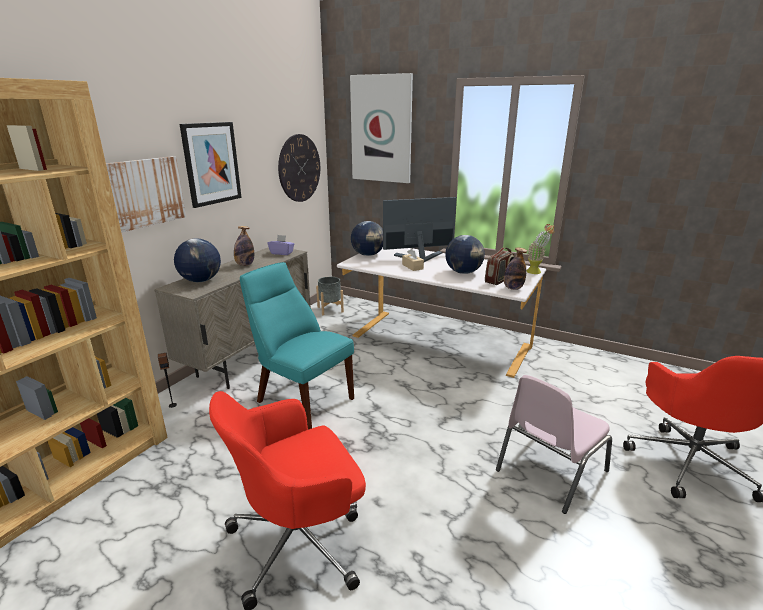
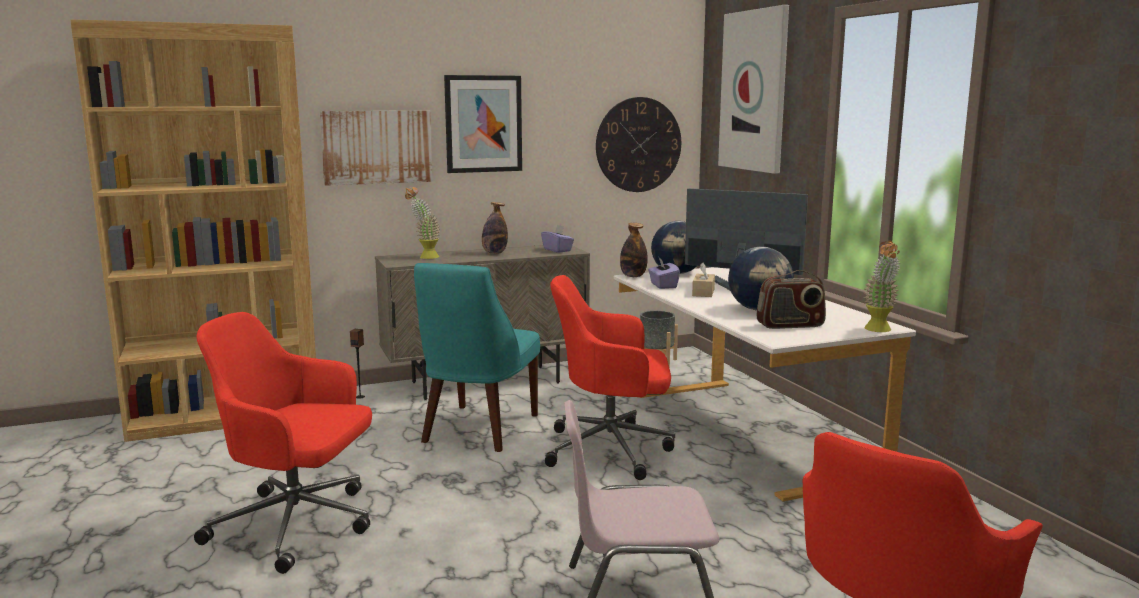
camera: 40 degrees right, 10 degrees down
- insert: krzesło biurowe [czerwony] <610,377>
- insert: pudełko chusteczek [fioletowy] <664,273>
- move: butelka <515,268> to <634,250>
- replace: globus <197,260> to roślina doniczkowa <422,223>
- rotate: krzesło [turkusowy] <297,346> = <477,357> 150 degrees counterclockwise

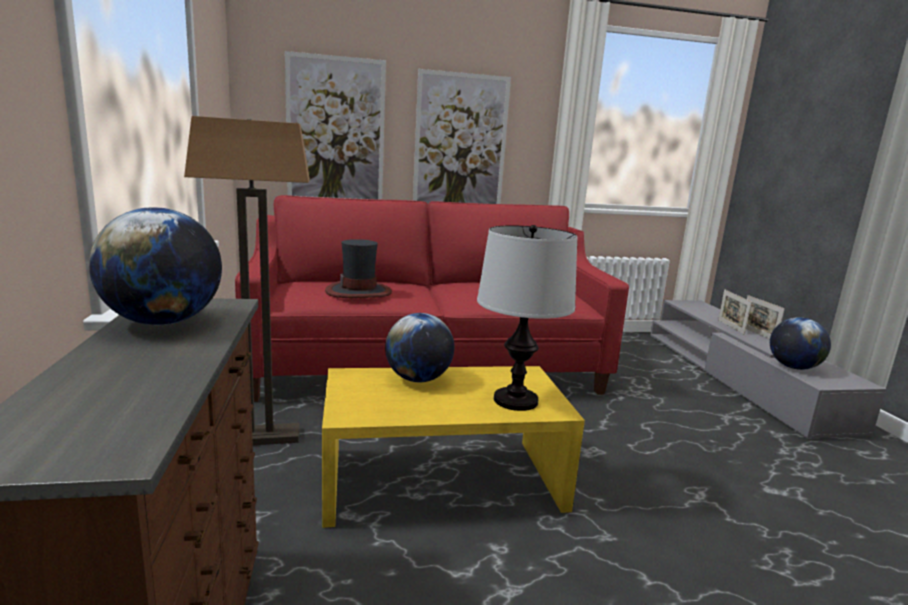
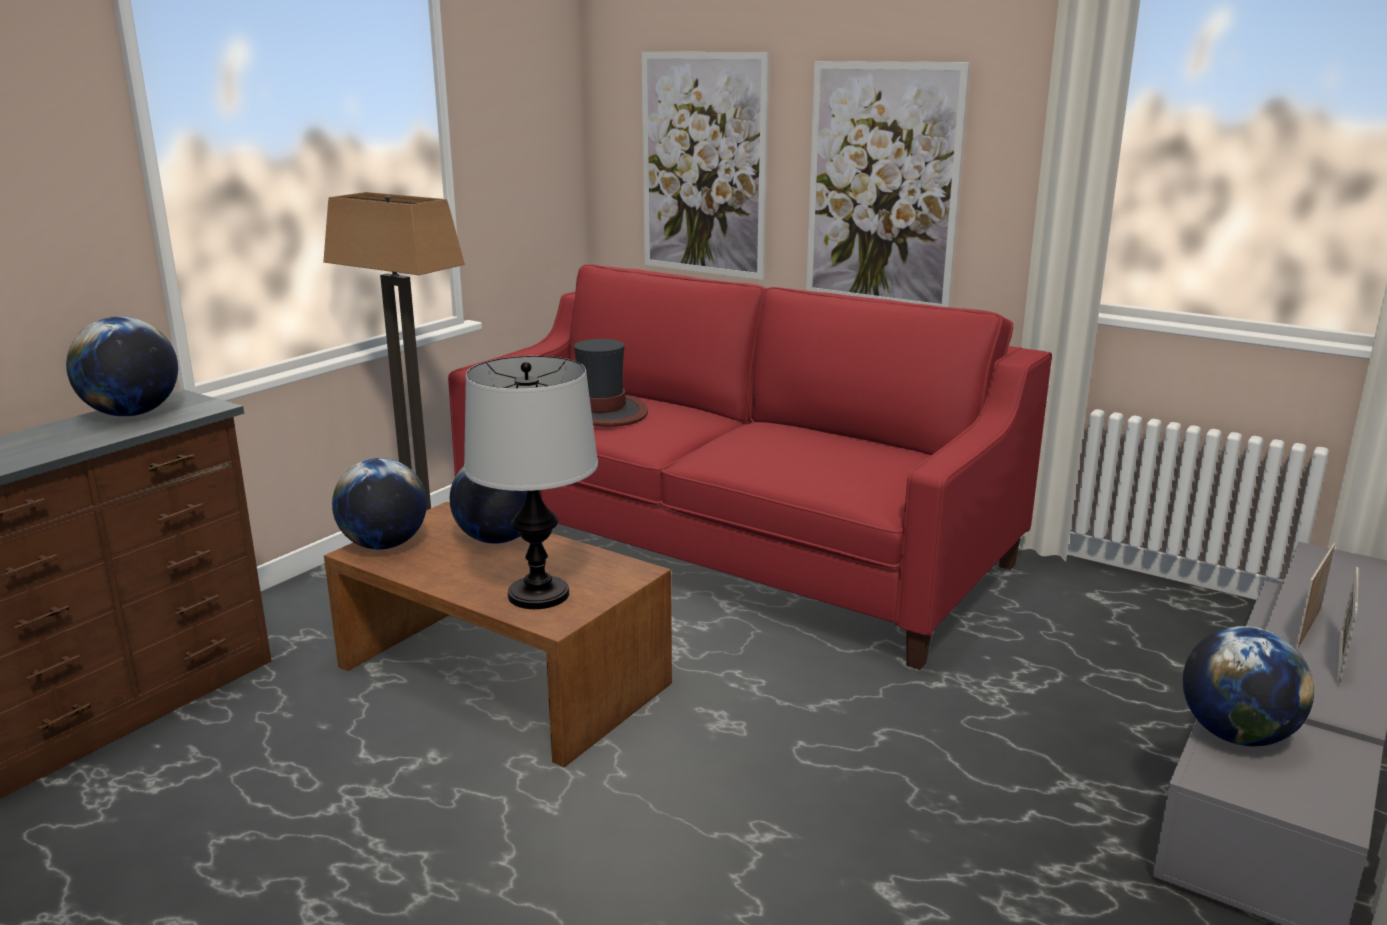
camera: 45 degrees right, 5 degrees up
- insert: globus <379,504>
- recolor: ława [żółty] <453,447> to ława [brązowy] <498,634>

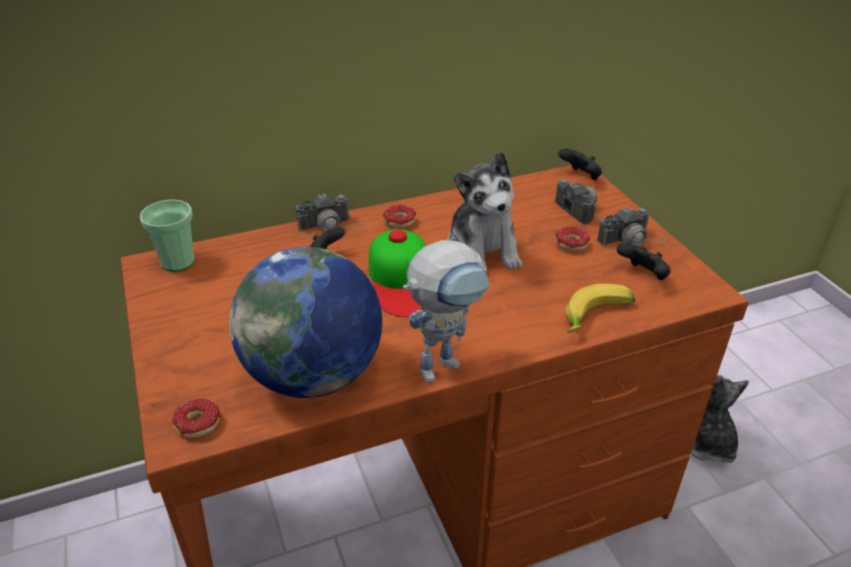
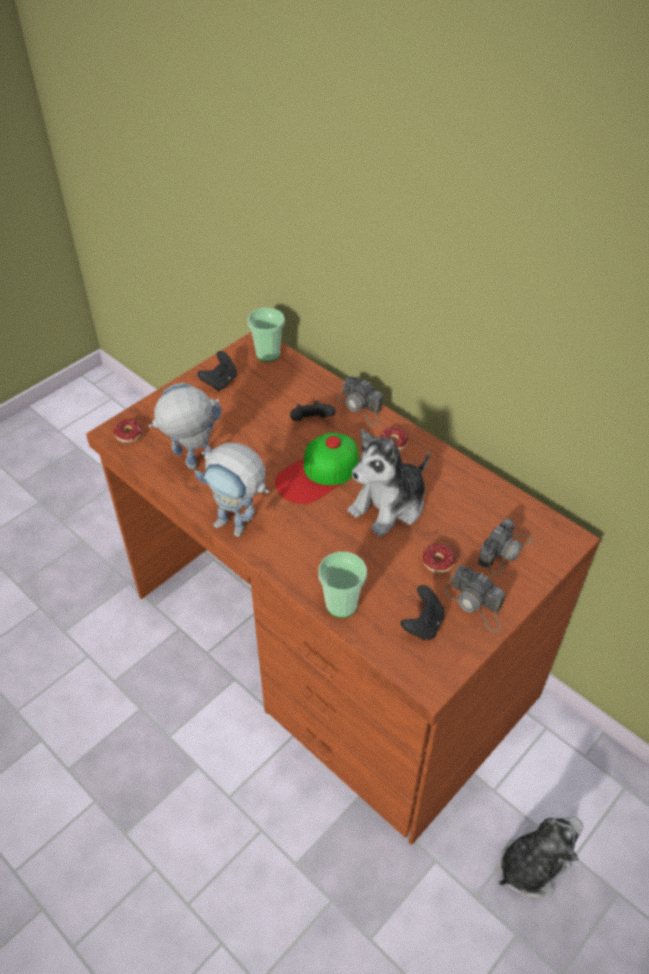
camera: 65 degrees right, 10 degrees up
- move: pad do gier [czarny] <580,164> to <217,371>
- replace: globus <305,322> to robot zabawkowy <185,426>
- replace: banan <600,308> to filiżanka <342,585>

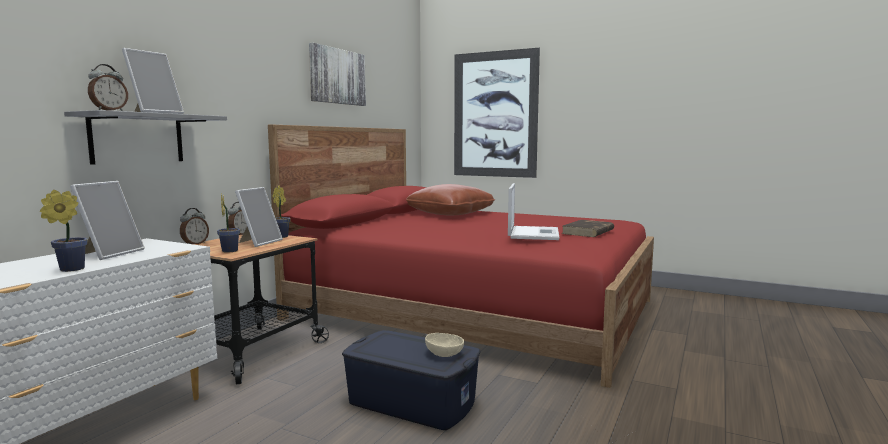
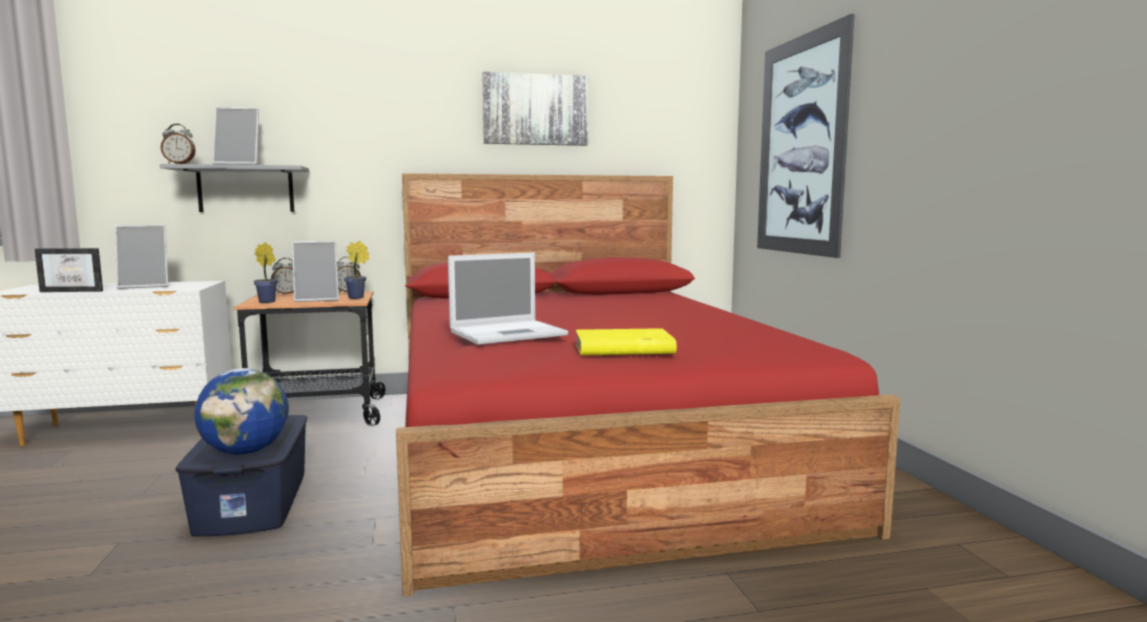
camera: 50 degrees right, 0 degrees up
- delete: poduszka [brązowy] <450,199>
- replace: roślina doniczkowa <63,231> to ramka na zdjęcie <69,270>
- replace: miska [beżowy] <444,345> to globus <241,411>
- recolor: książka [brązowy] <588,228> to książka [żółty] <626,341>

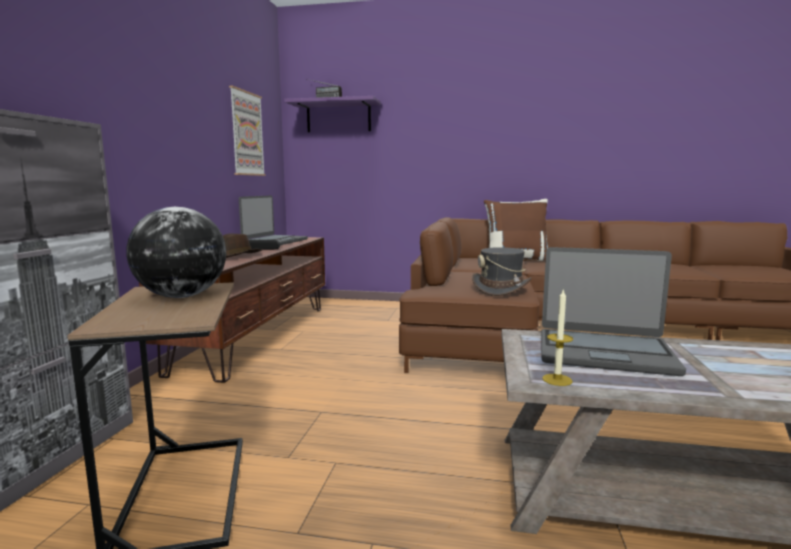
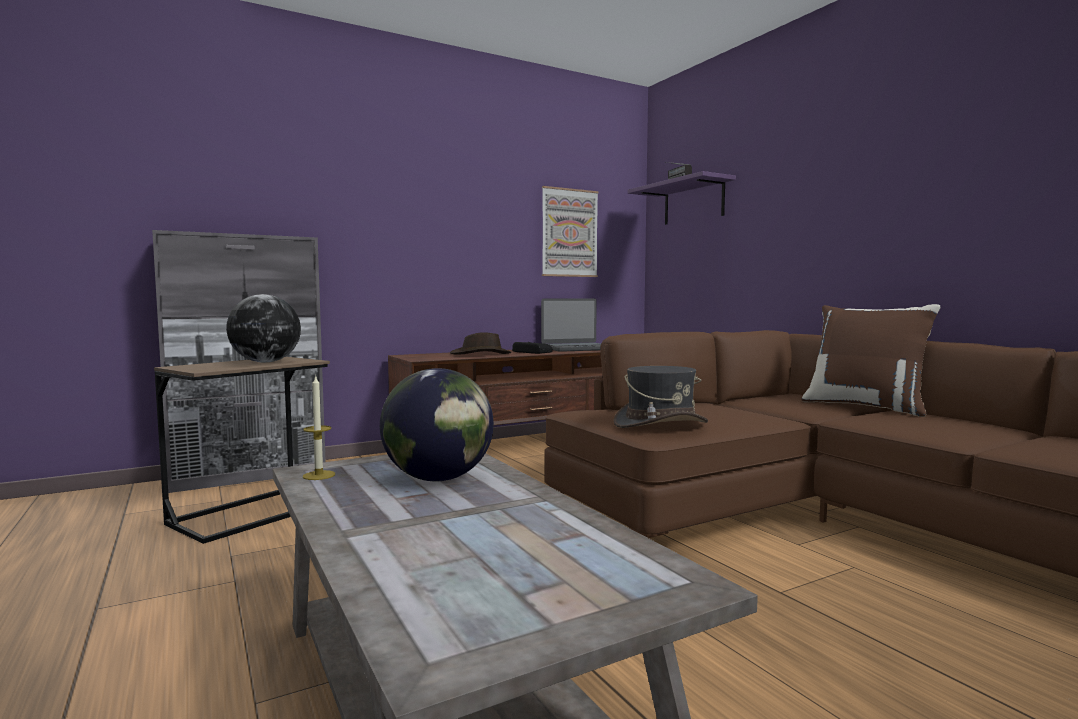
camera: 50 degrees right, 5 degrees down
- replace: laptop <613,311> to globus <437,424>

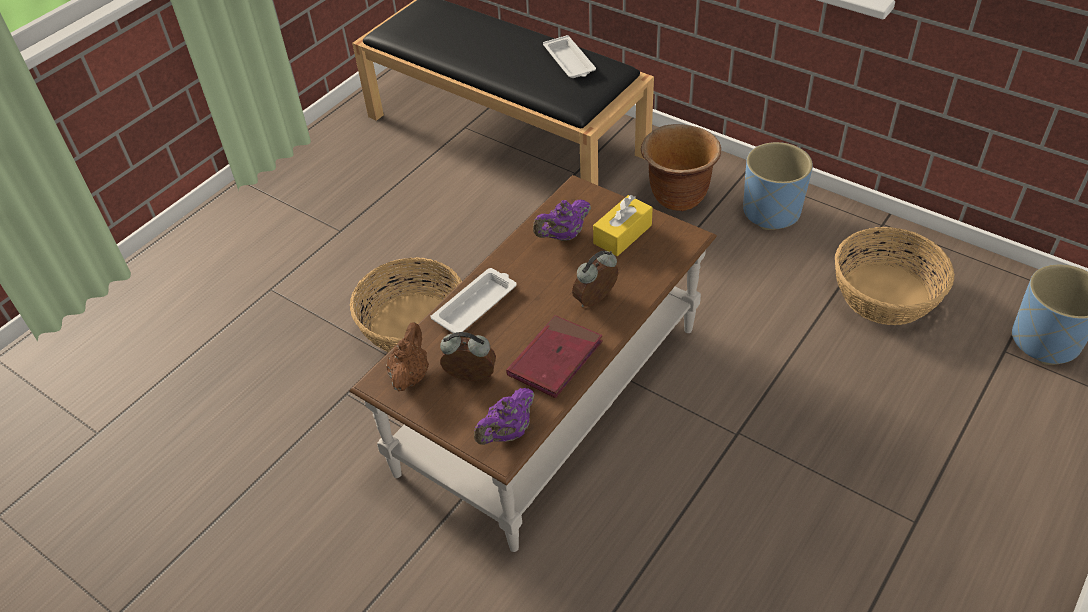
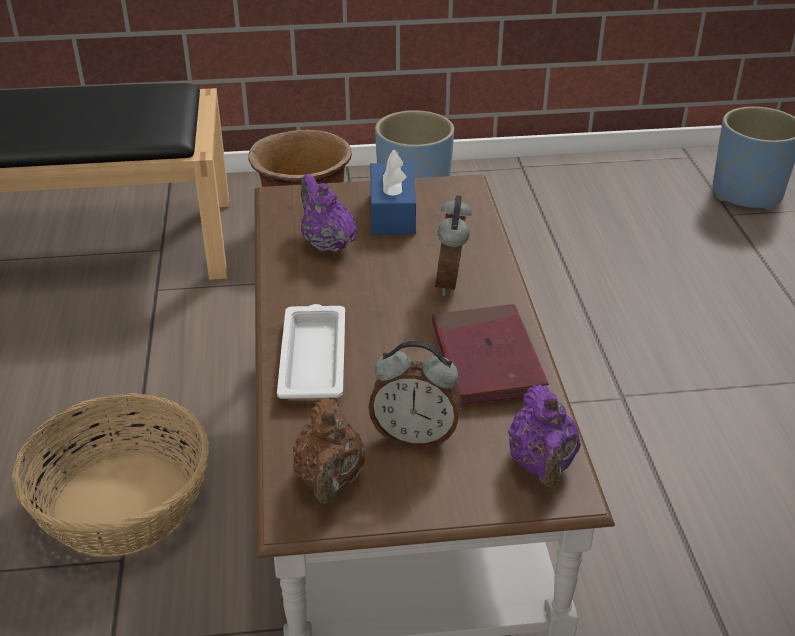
camera: 45 degrees left, 10 degrees down
- delete: taca [biały] <569,56>
- delete: koszyk <895,276>
- recolor: pudełko chusteczek [żółty] <623,225> to pudełko chusteczek [niebieski] <393,192>
- rotate: imbryk [brązowy] <407,356> = <329,450> 150 degrees counterclockwise
- rotate: budzik <468,356> = <415,395> 135 degrees counterclockwise
- rotate: imbryk [fioletowy] <562,220> = <329,213> 135 degrees clockwise

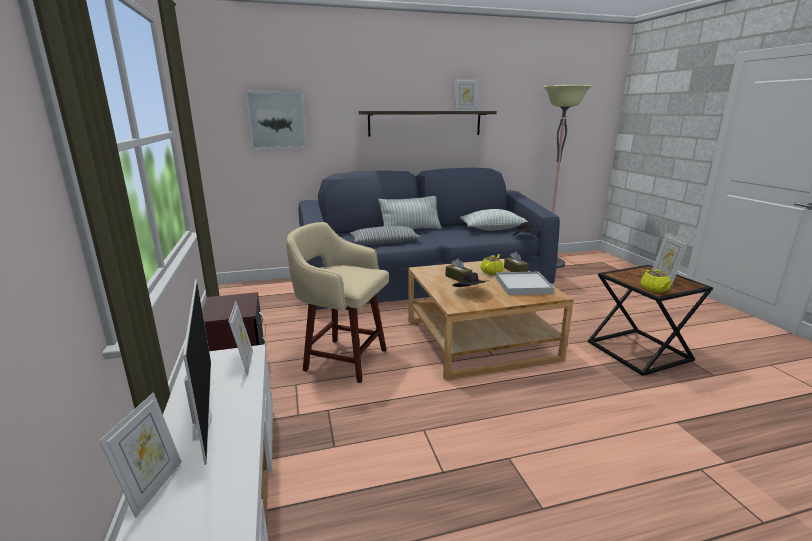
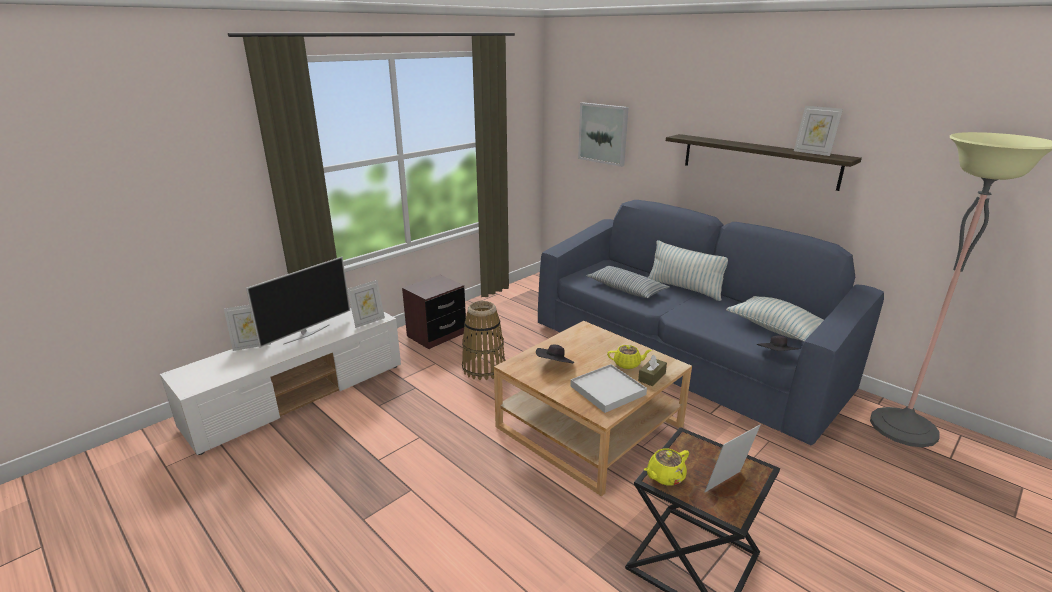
camera: 60 degrees right, 5 degrees up
- delete: pudełko chusteczek [brązowy] <459,270>
- replace: stołek [beżowy] <337,302> to koszyk <484,340>

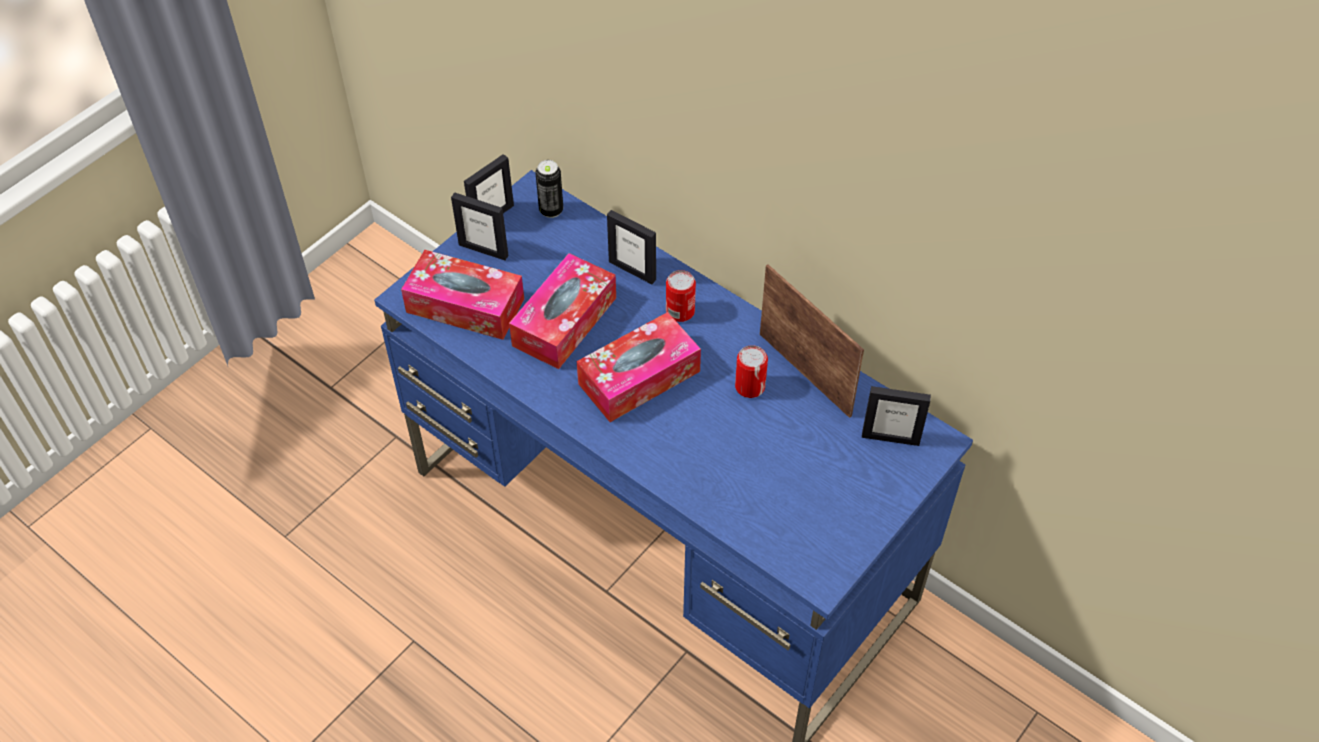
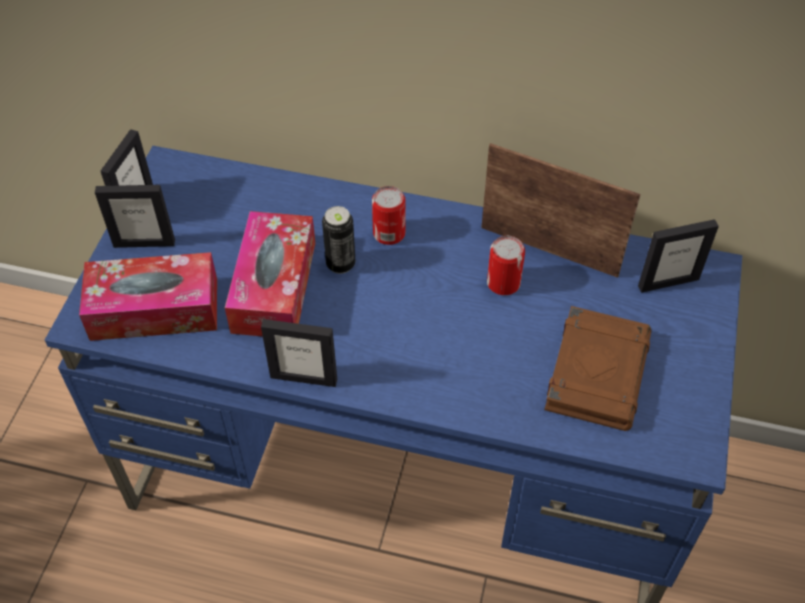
camera: 25 degrees left, 0 degrees up
- delete: pudełko chusteczek <639,367>
- insert: książka [brązowy] <597,368>
- move: puszka <549,189> to <338,240>
- move: ramka na zdjęcie <631,247> to <299,353>

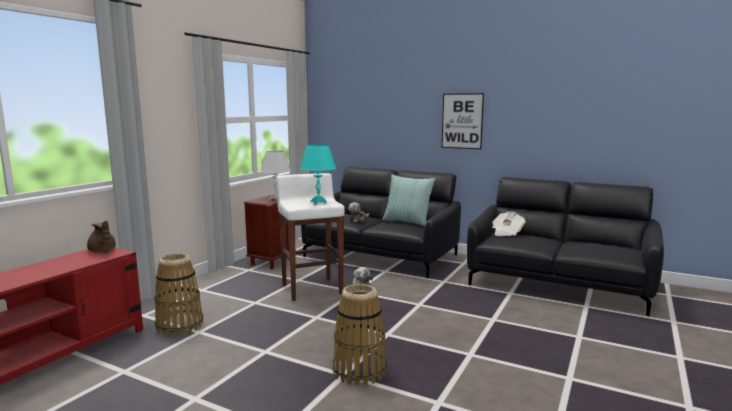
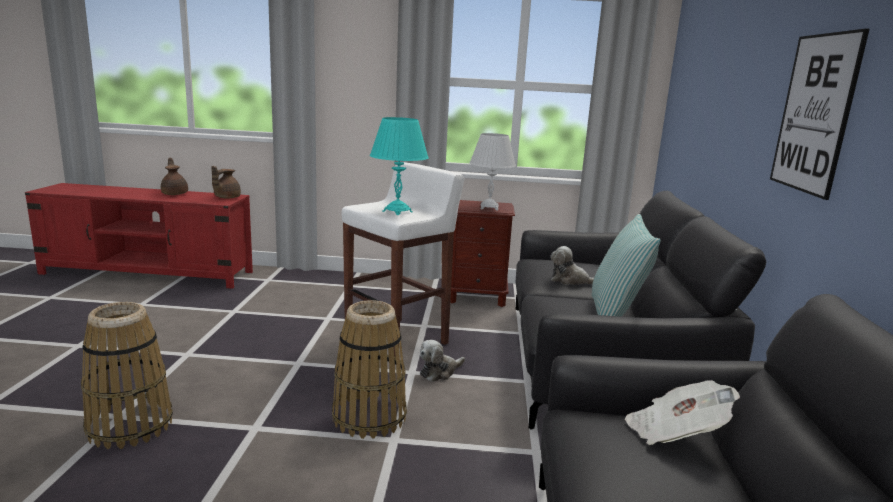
camera: 65 degrees right, 5 degrees up
- insert: imbryk [brązowy] <174,176>
- move: koszyk <178,294> to <369,369>

